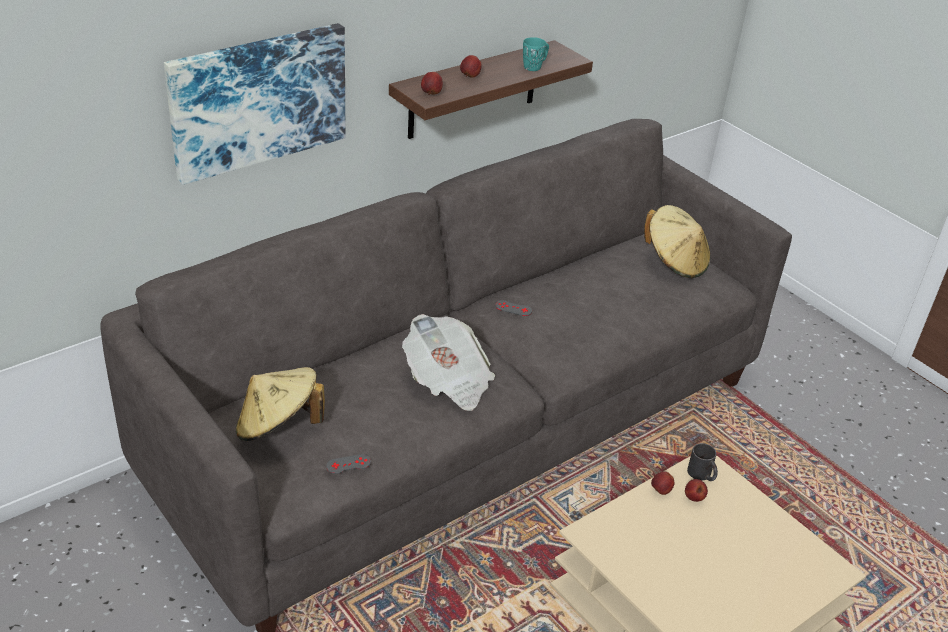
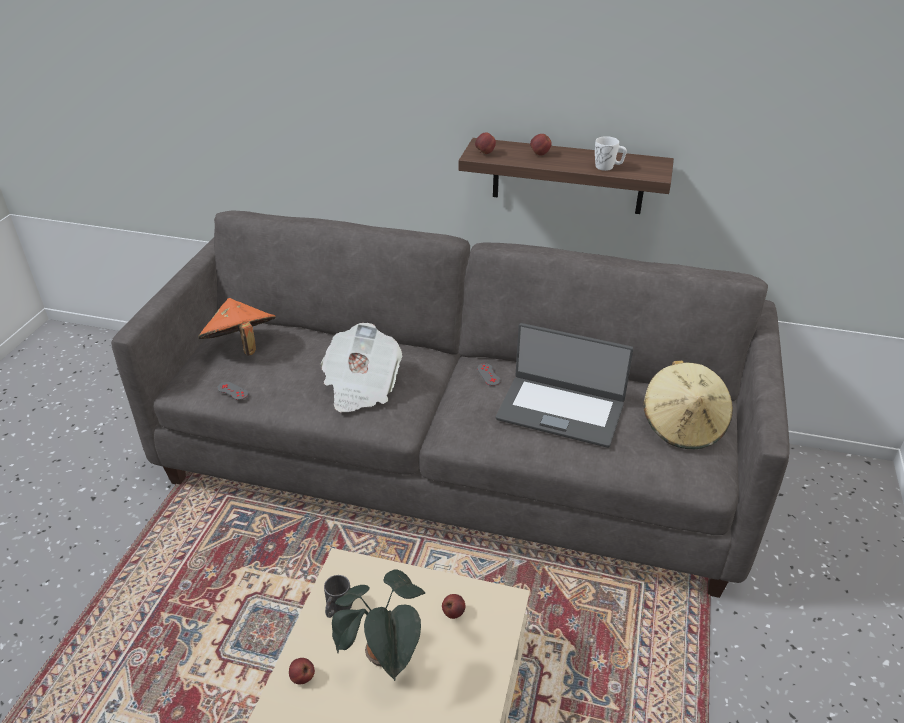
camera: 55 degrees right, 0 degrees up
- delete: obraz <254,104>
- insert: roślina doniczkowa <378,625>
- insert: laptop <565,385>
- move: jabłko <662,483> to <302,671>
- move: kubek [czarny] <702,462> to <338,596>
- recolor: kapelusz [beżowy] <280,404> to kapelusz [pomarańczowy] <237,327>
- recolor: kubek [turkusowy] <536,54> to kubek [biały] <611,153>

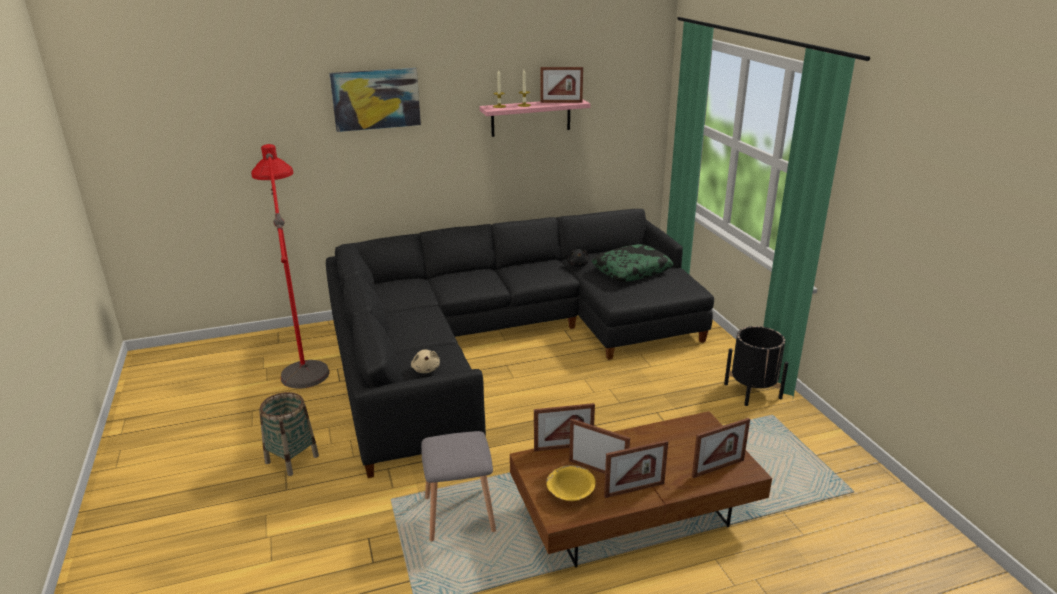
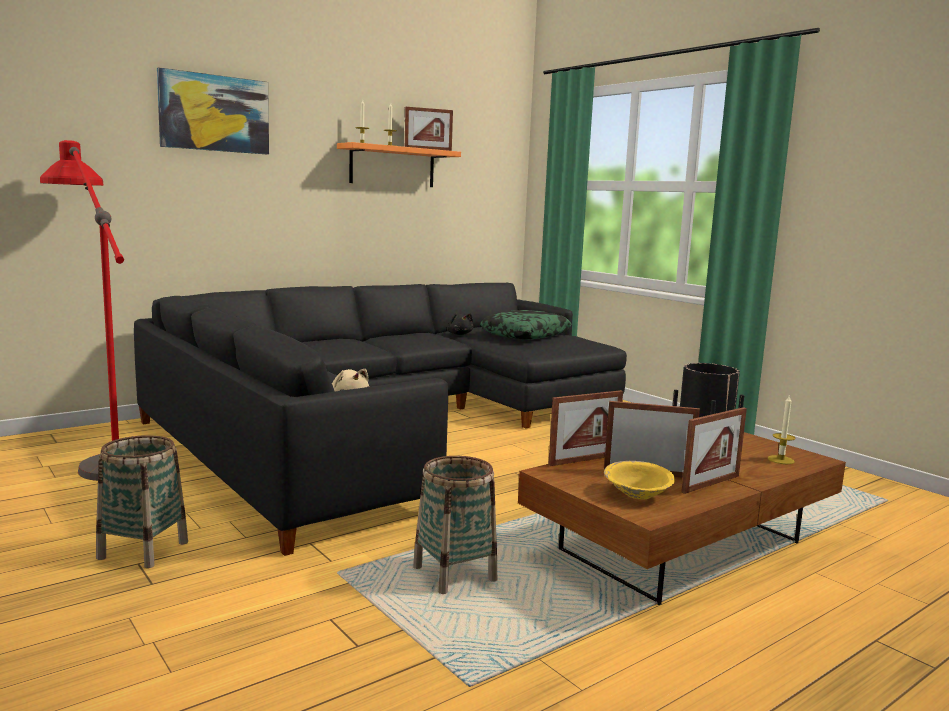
camera: 20 degrees left, 15 degrees down
- replace: stołek [szary] <458,486> to koszyk <455,525>
- replace: ramka na zdjęcie <721,448> to świeca <782,430>
- recolor: półka [różowy] <535,118> to półka [pomarańczowy] <399,164>

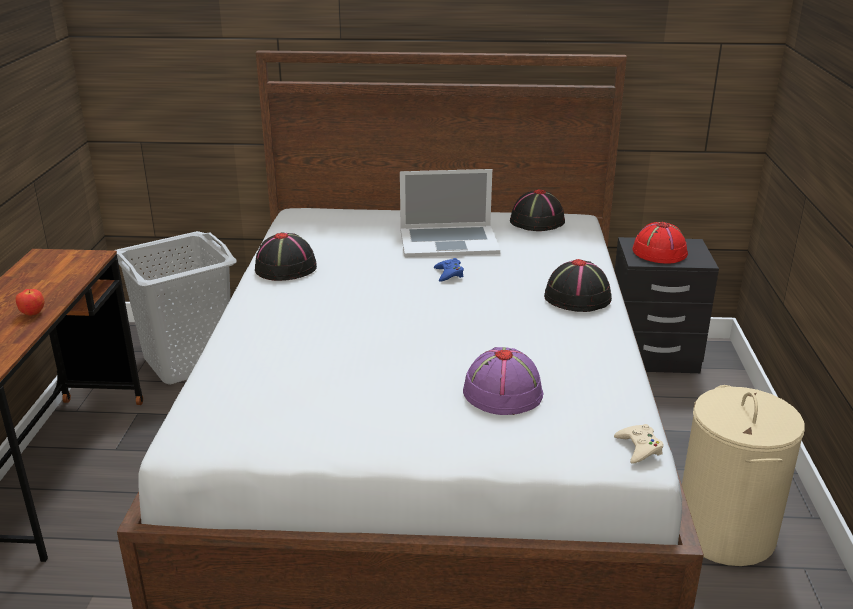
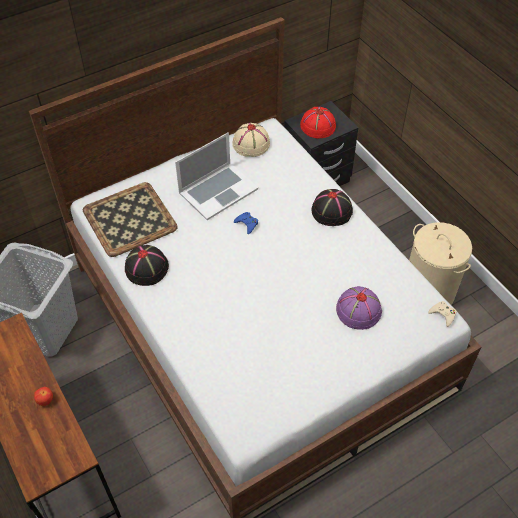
camera: 35 degrees left, 25 degrees up
- insert: taca <130,219>
- recolor: kapelusz [czarny] <537,210> to kapelusz [beżowy] <251,140>

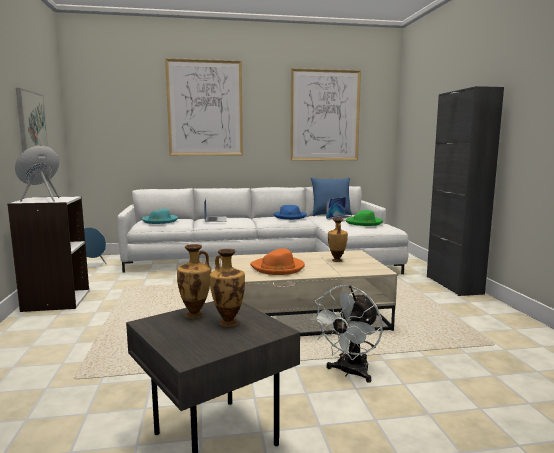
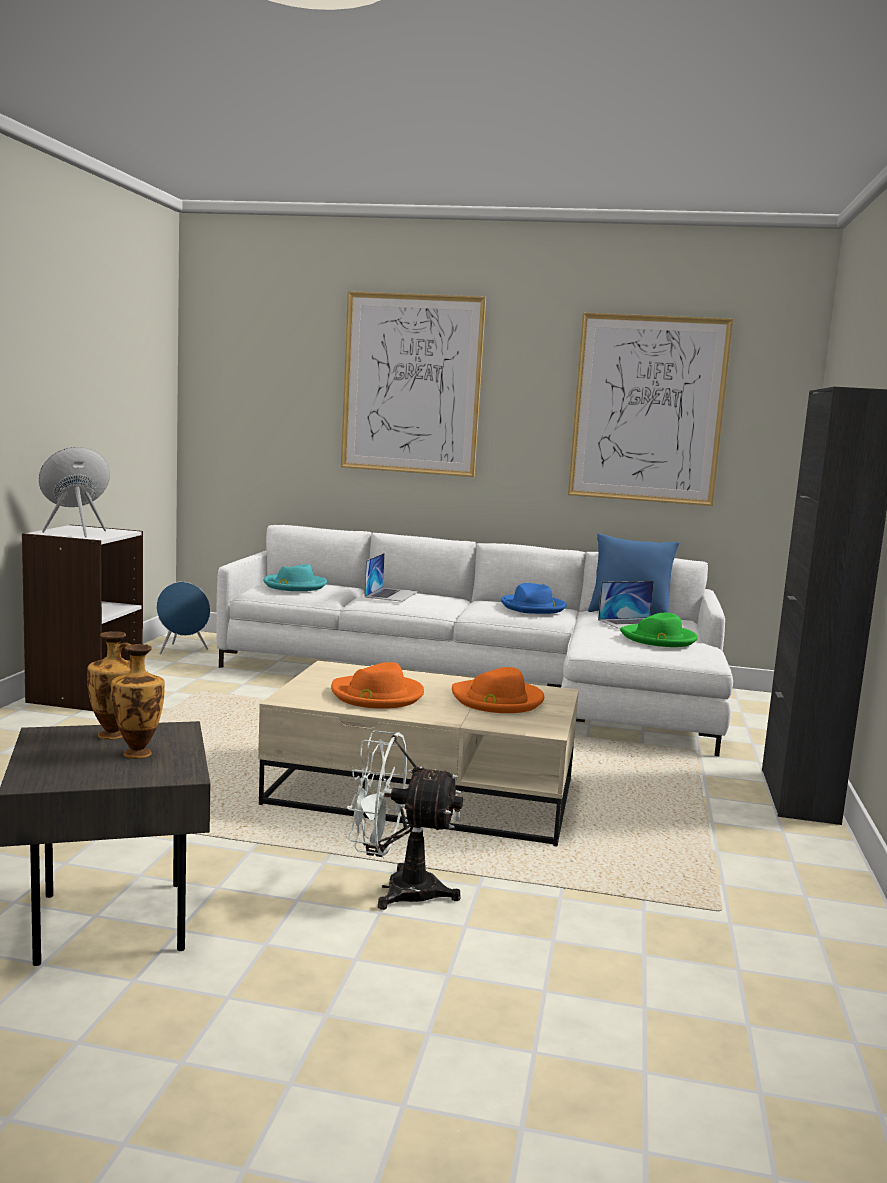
camera: 20 degrees right, 0 degrees up
- delete: obraz <32,120>
- replace: wazon <338,240> to kapelusz [pomarańczowy] <498,690>
- rotate: wentylator [biały] <346,334> = <405,820> 45 degrees clockwise

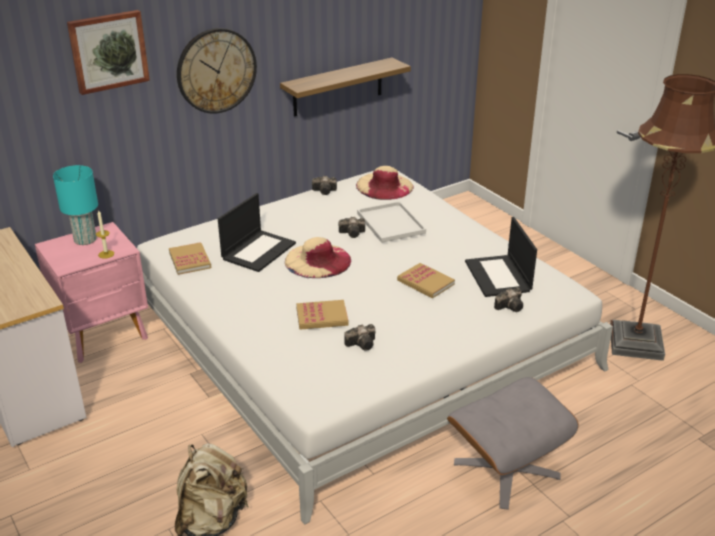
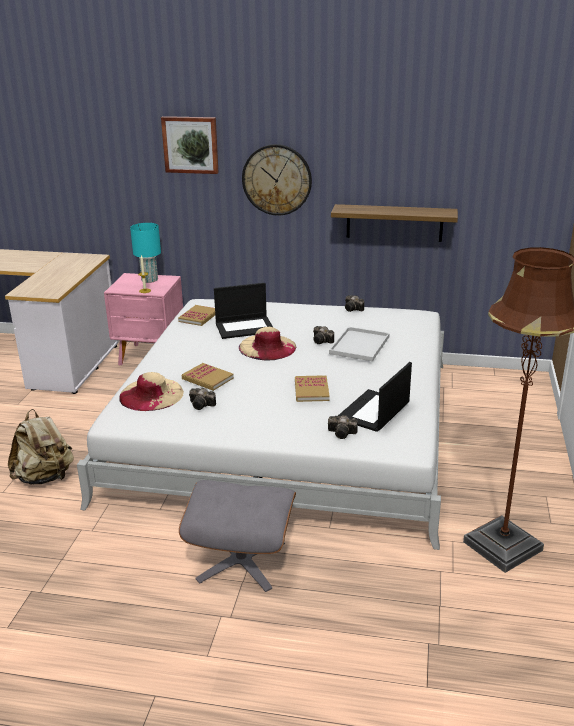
camera: 45 degrees right, 5 degrees down
- move: kapelusz [beżowy] <385,183> to <151,391>

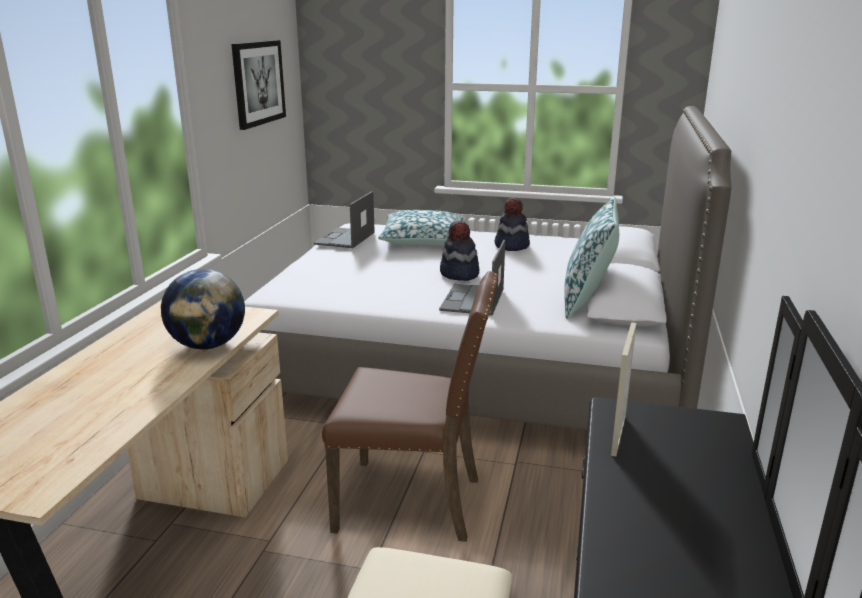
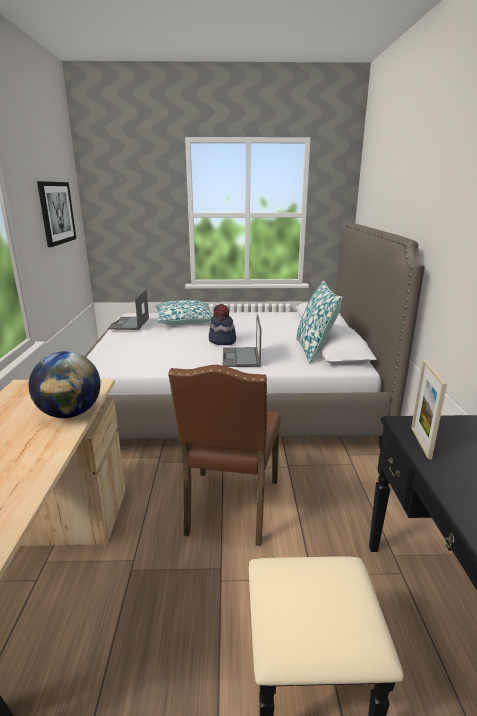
camera: 15 degrees left, 0 degrees up
- delete: kapelusz <512,224>
- rotate: krzesło [brązowy] <410,406> = <224,455> 105 degrees clockwise

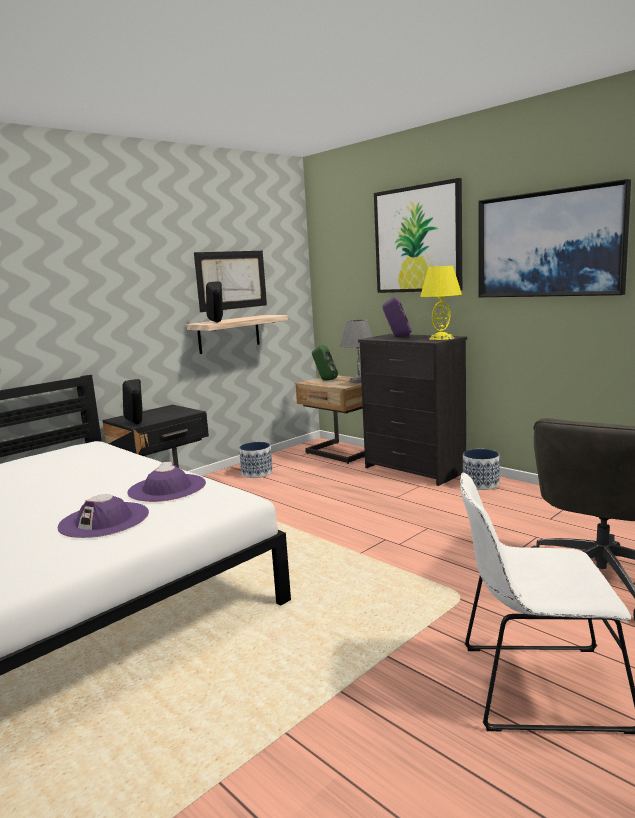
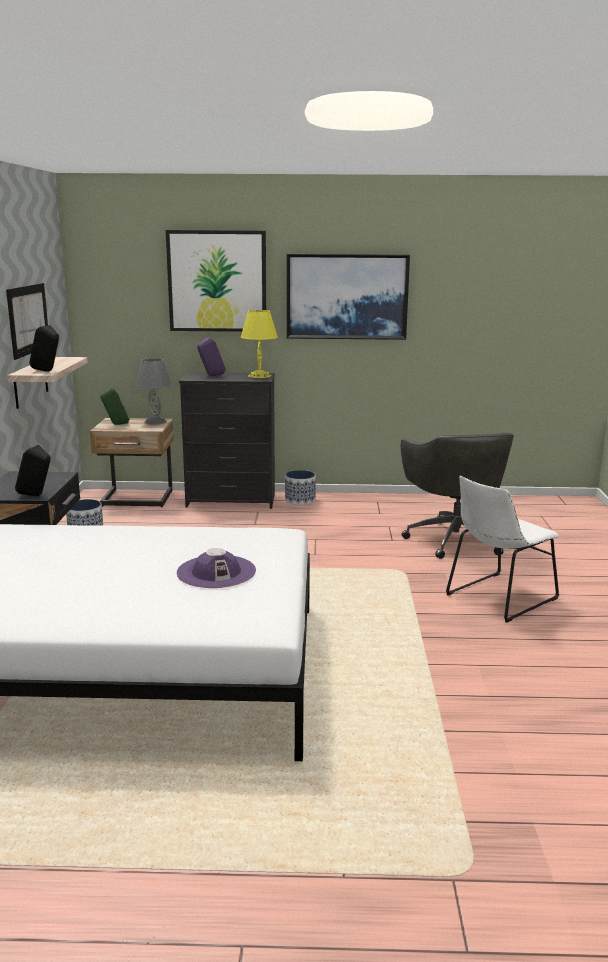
camera: 45 degrees left, 5 degrees up
- delete: kapelusz [fioletowy] <166,482>

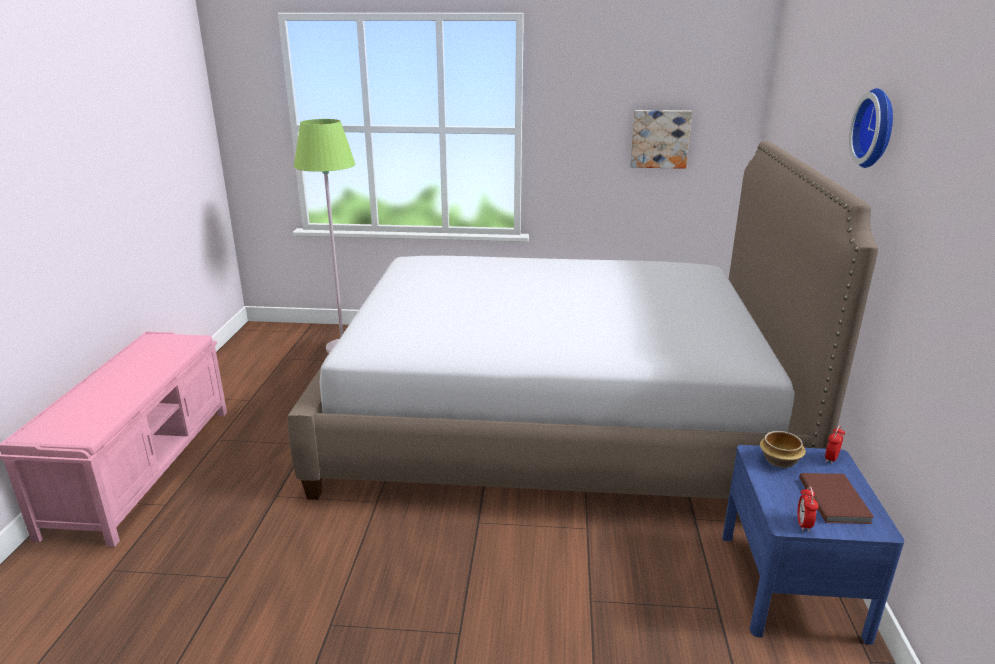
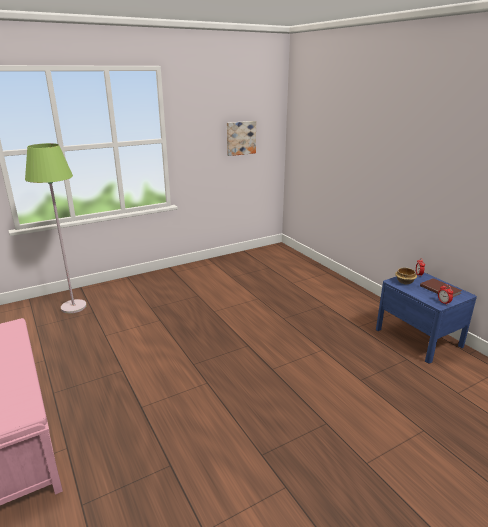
camera: 35 degrees left, 0 degrees up
- delete: łóżko <583,320>
- delete: zegar ścienny <871,128>

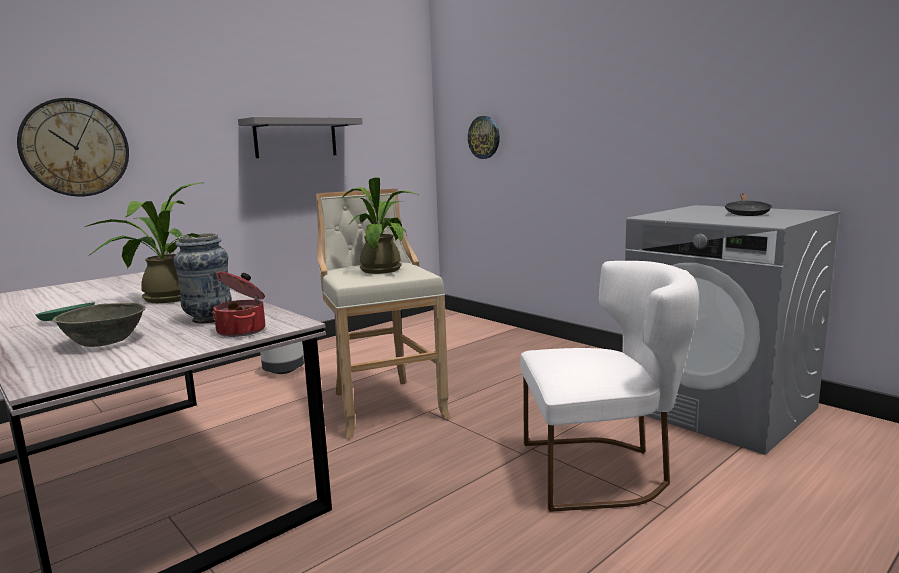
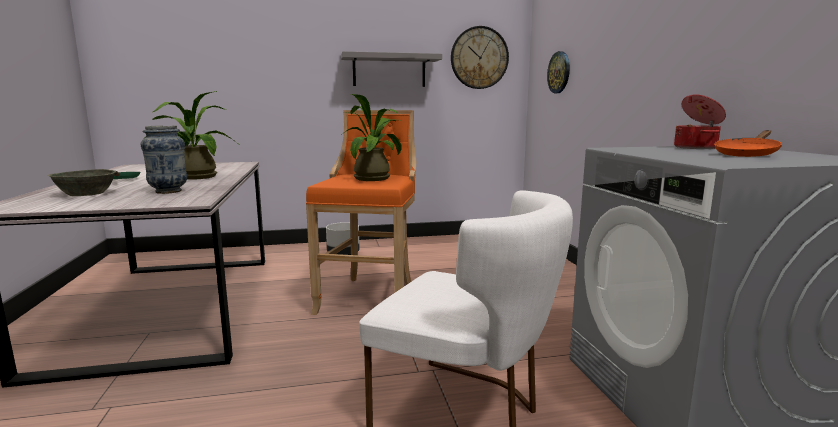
camera: 30 degrees right, 0 degrees up
- move: zegar ścienny <73,147> to <480,57>
- move: garnek <238,304> to <700,121>
- recolor: stołek [beżowy] <383,314> to stołek [pomarańczowy] <361,212>
- recolor: patelnia [czarny] <748,205> to patelnia [pomarańczowy] <748,143>

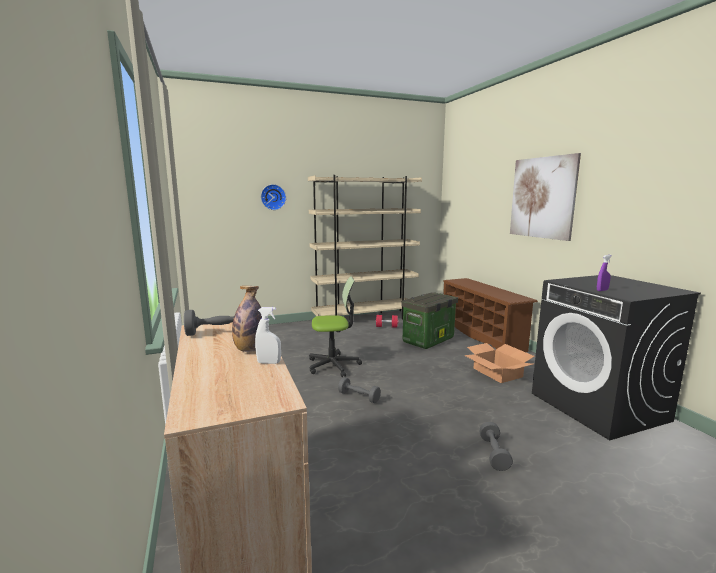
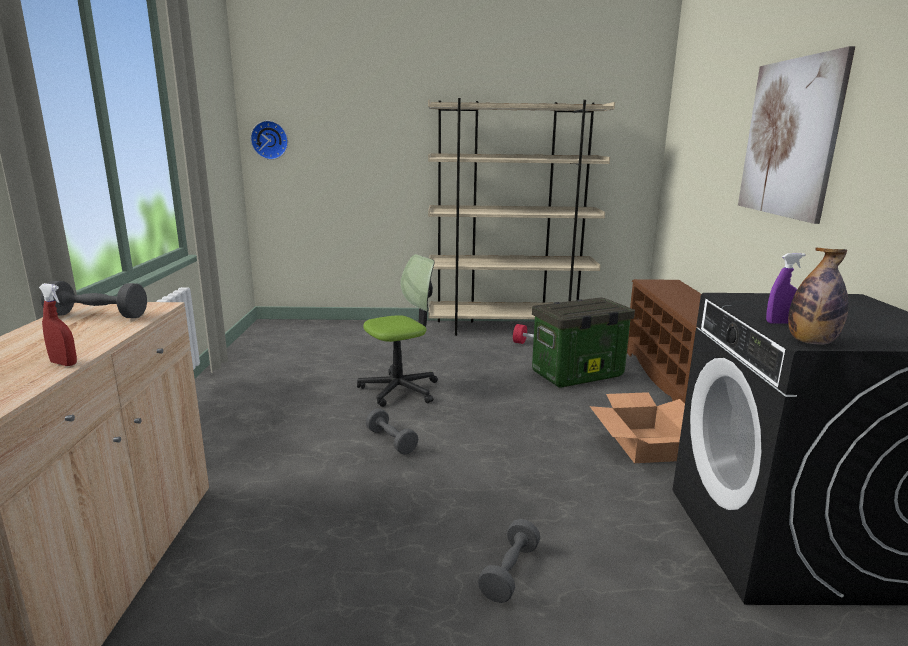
camera: 20 degrees right, 5 degrees up
- move: butelka <247,319> to <818,296>
- move: zegar ścienny <273,197> to <269,140>
- recolor: spryskiwacz [biały] <268,335> to spryskiwacz [czerwony] <58,324>
- rotate: krzesło biurowe <335,326> = <397,330> 45 degrees counterclockwise

